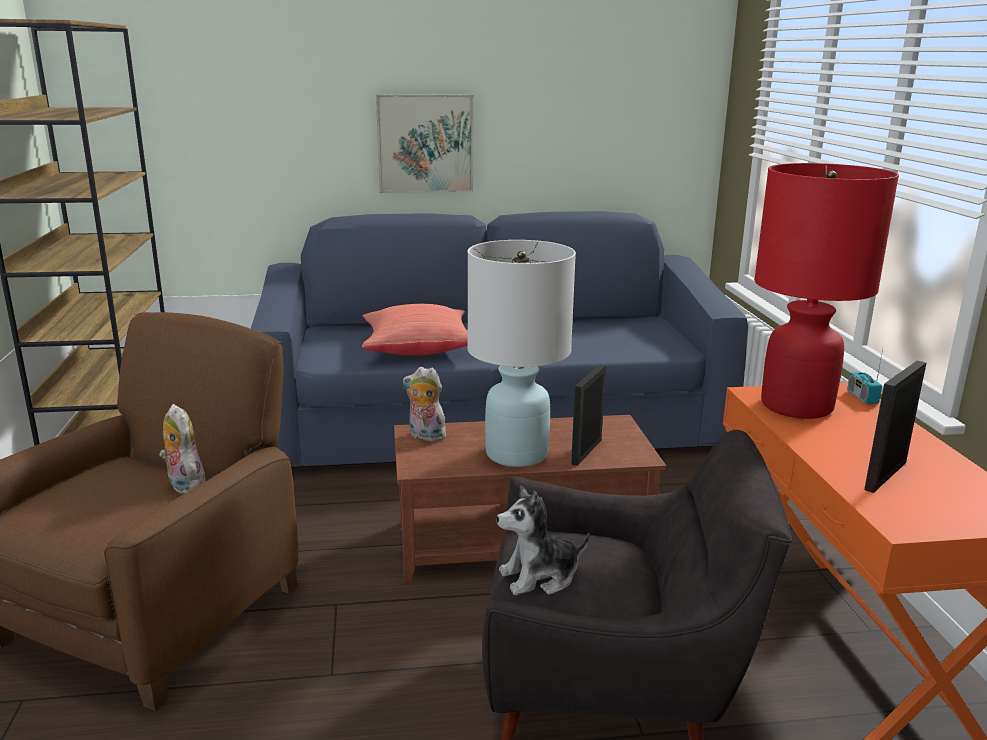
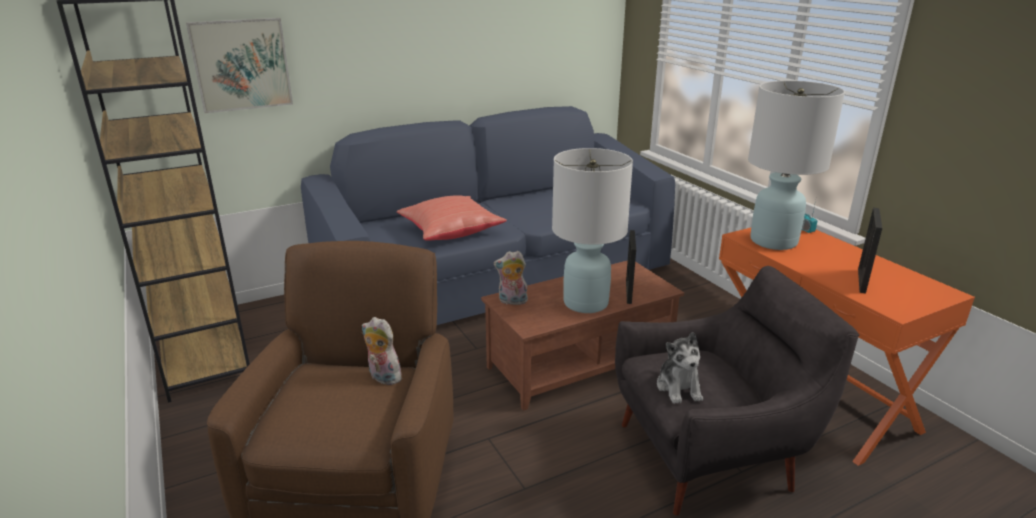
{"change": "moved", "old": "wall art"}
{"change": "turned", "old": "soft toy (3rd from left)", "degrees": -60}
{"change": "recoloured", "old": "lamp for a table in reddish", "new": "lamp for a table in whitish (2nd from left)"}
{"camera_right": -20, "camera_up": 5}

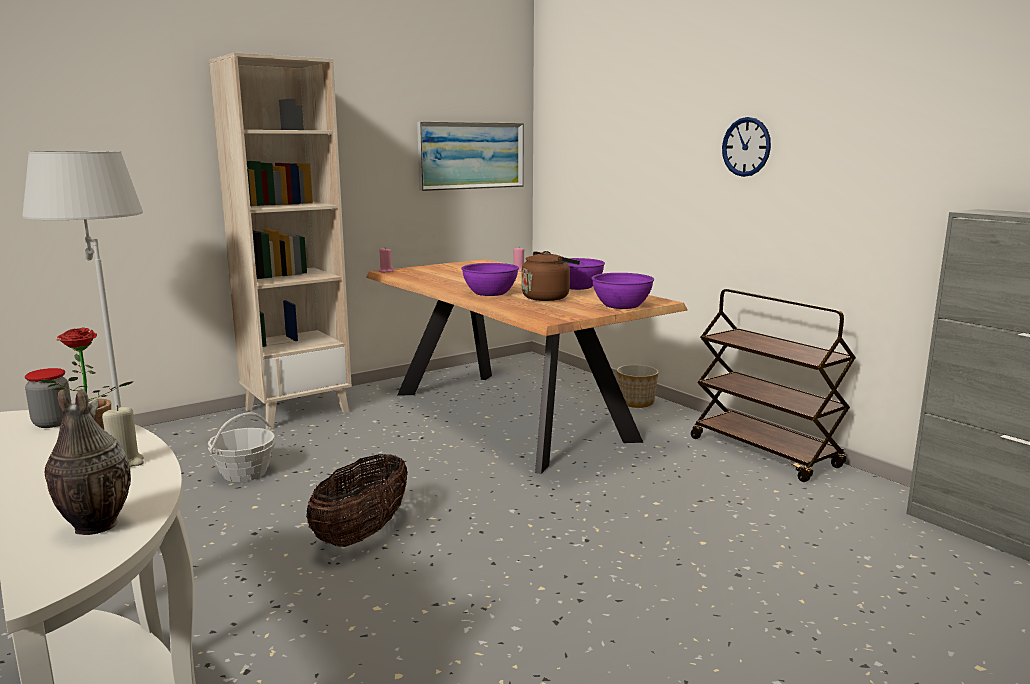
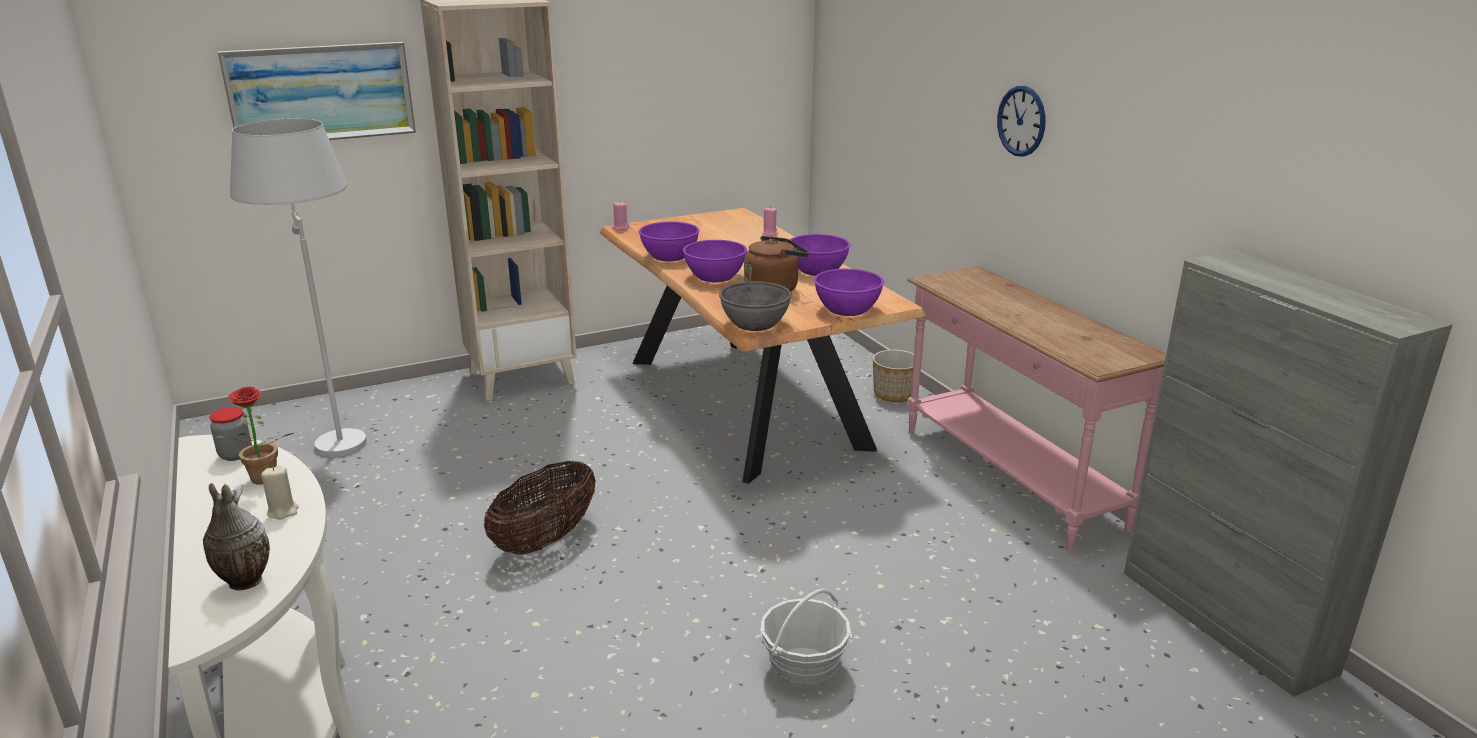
{"change": "moved", "old": "household basket (1st from left in the first image)", "new": "household basket (2nd from left)"}
{"change": "moved", "old": "wall art"}
{"change": "replaced", "old": "wheeled cart in brownish", "new": "console table in pinkish"}
{"change": "added", "new": "serving bowl in purple (1st from left)"}
{"change": "added", "new": "serving bowl in grey"}
{"camera_right": 10, "camera_up": 10}

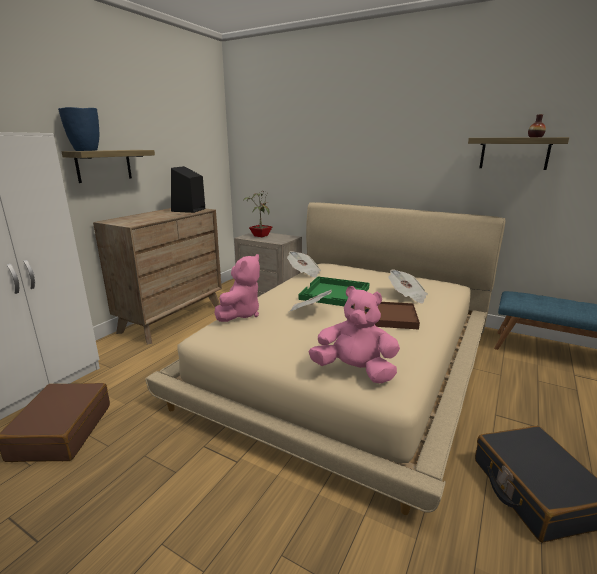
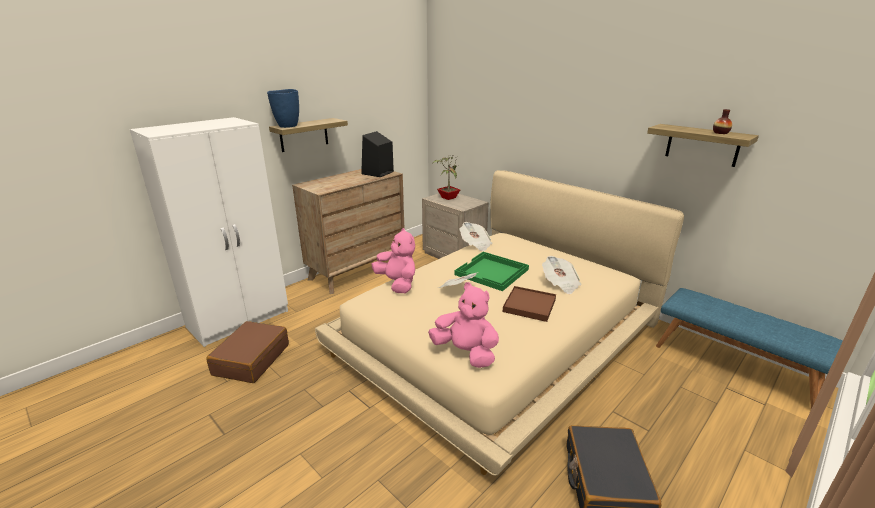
{"change": "turned", "old": "soft toy in pinkish (1st from left)", "degrees": -75}
{"camera_right": 15, "camera_up": 5}

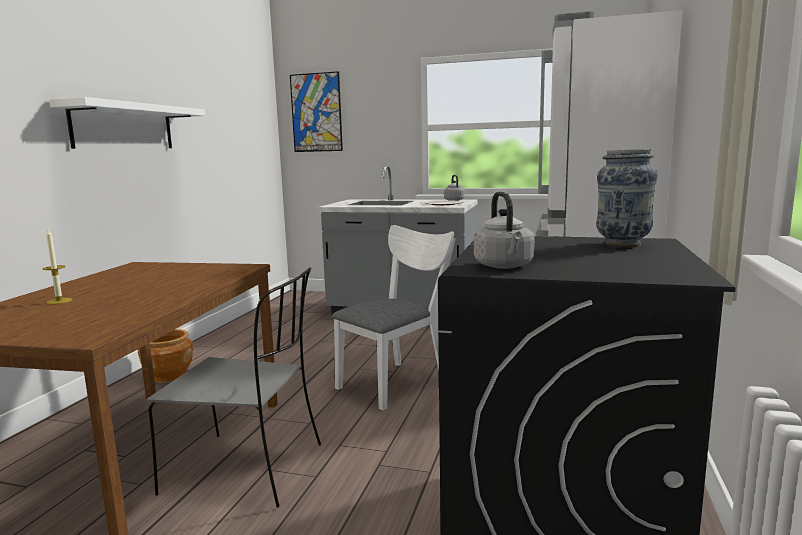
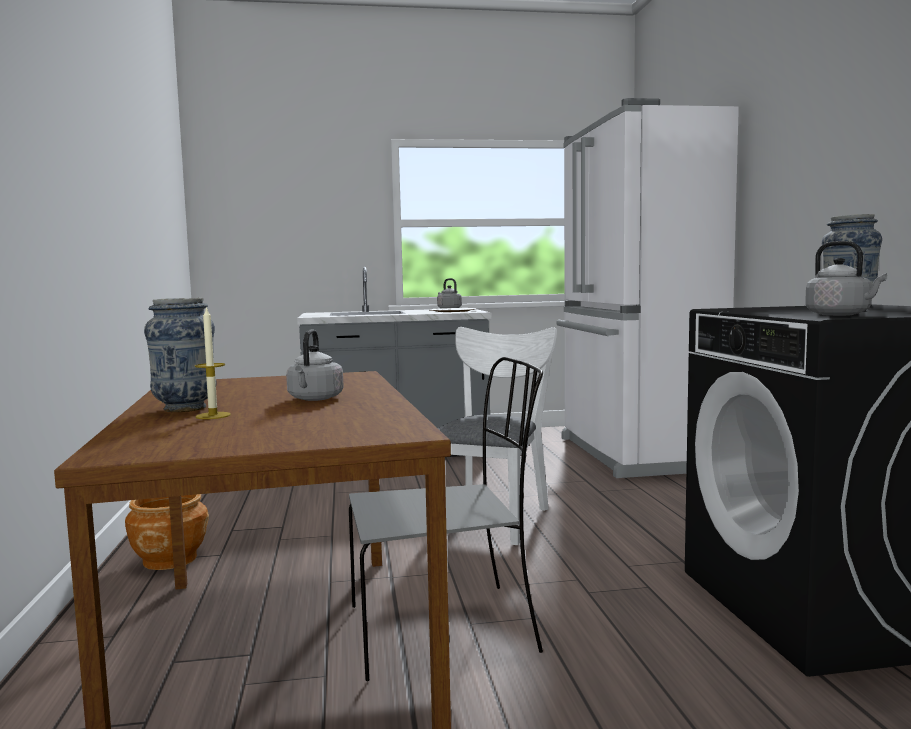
{"change": "removed", "old": "wall shelf in whitish"}
{"change": "removed", "old": "wall art"}
{"change": "added", "new": "flower vase (1st from left)"}
{"change": "added", "new": "tea kettle in grey (1st from left)"}
{"camera_right": -25, "camera_up": -5}

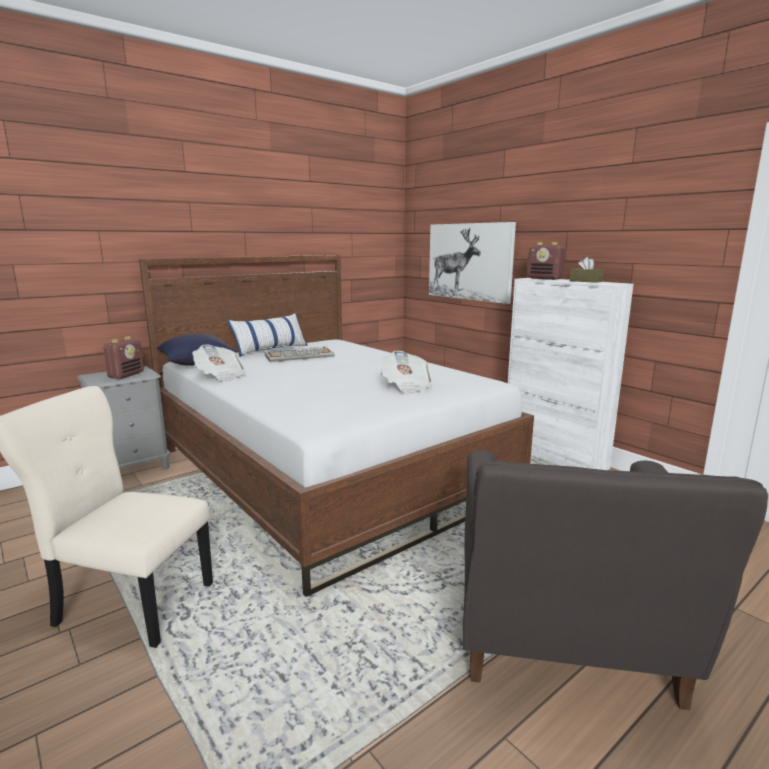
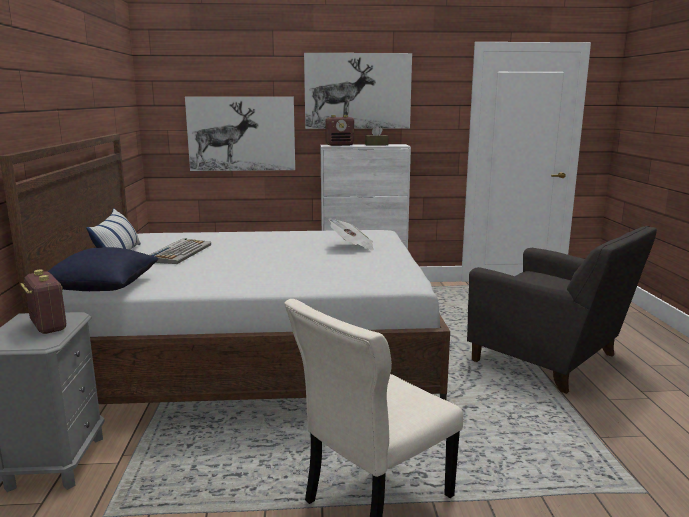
{"change": "removed", "old": "printed paper (1st from left)"}
{"change": "added", "new": "wall art (2nd from left)"}
{"camera_right": -55, "camera_up": 0}

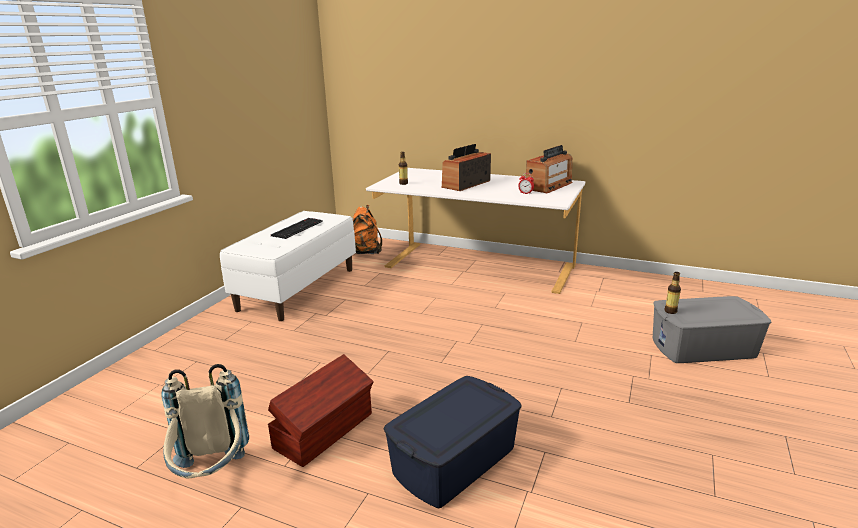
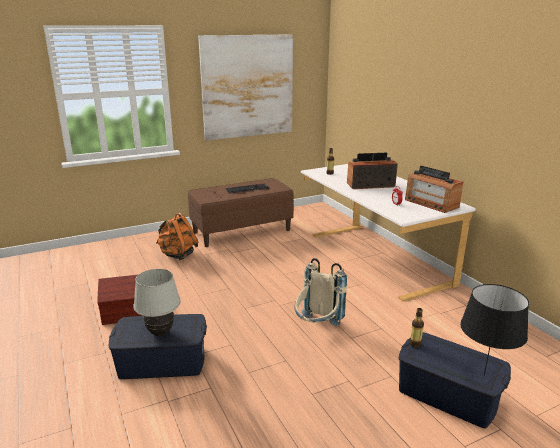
{"change": "moved", "old": "knapsack in beige-coloured"}
{"change": "recoloured", "old": "bench in whitish", "new": "bench in brownish"}
{"change": "moved", "old": "knapsack in orange-coloured"}
{"change": "turned", "old": "radio receiver (2nd from left)", "degrees": 60}
{"change": "recoloured", "old": "storage bin in grey", "new": "storage bin in blue (2nd from left)"}
{"change": "added", "new": "lamp for a table in whitish"}
{"change": "added", "new": "wall art"}
{"change": "added", "new": "lamp for a table in black"}
{"camera_right": 40, "camera_up": 0}

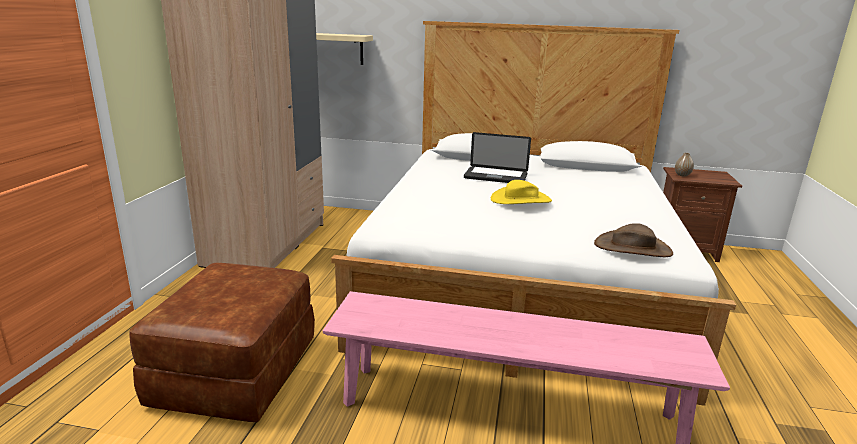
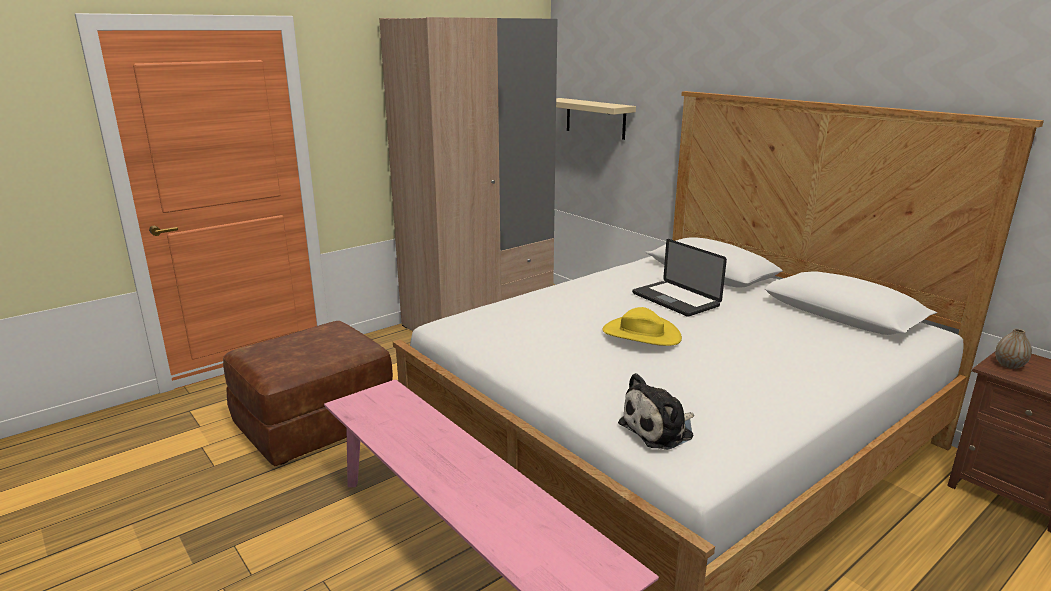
{"change": "replaced", "old": "wearable hat in brownish", "new": "soft toy"}
{"camera_right": 40, "camera_up": 0}

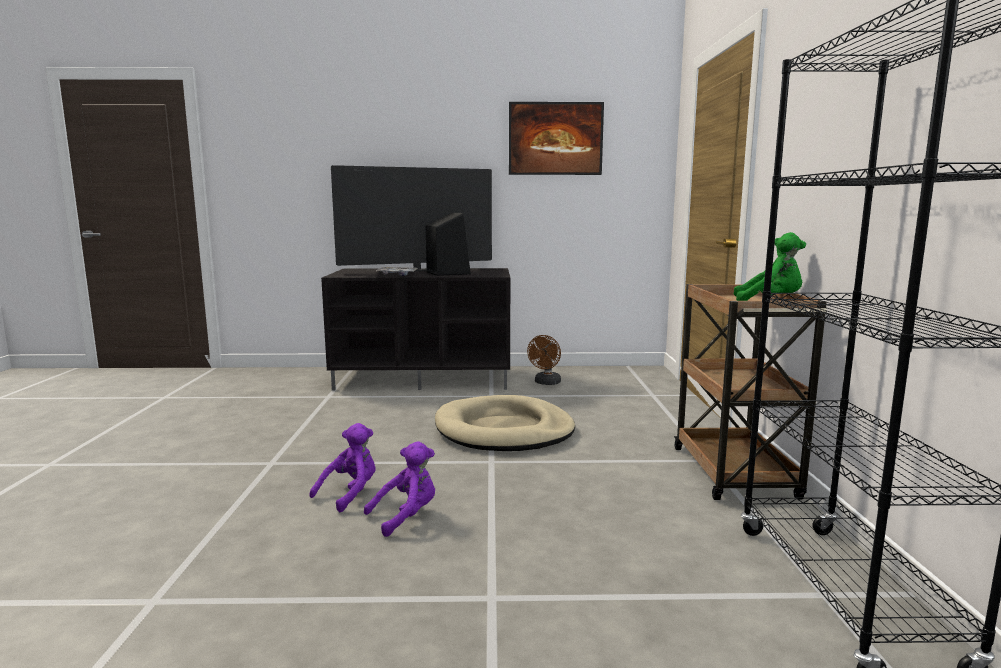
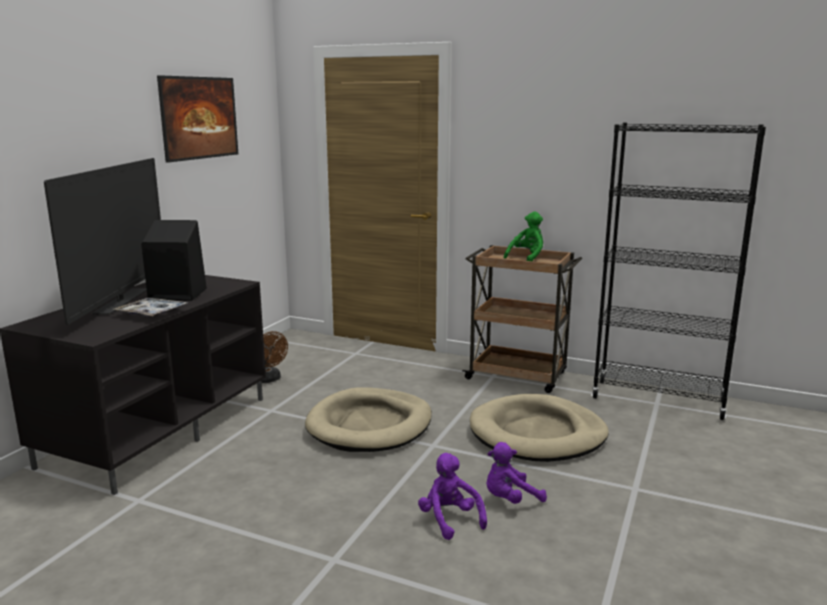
{"change": "turned", "old": "soft toy in purple (2nd from left)", "degrees": -105}
{"change": "added", "new": "dog cushion in beige-coloured (2nd from left)"}
{"camera_right": -65, "camera_up": 5}

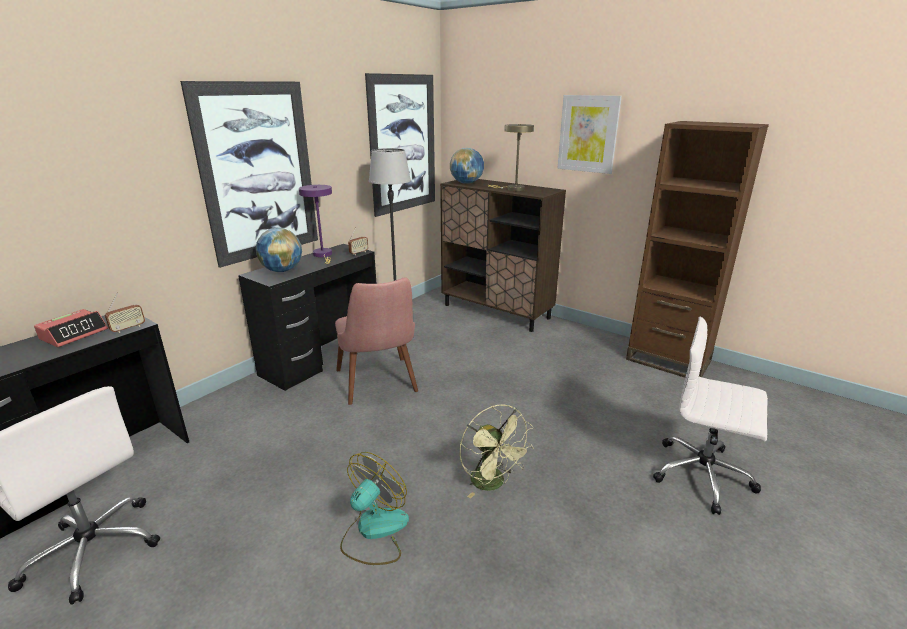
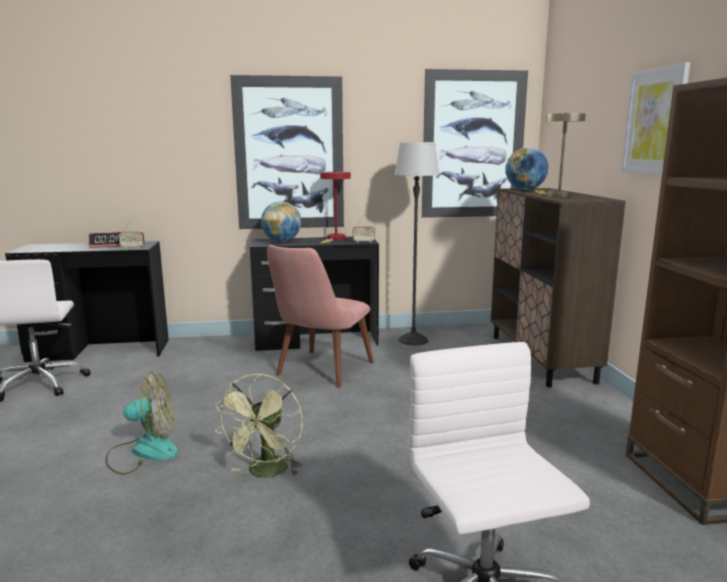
{"change": "recoloured", "old": "lamp for a table in purple", "new": "lamp for a table in reddish"}
{"camera_right": 45, "camera_up": -10}

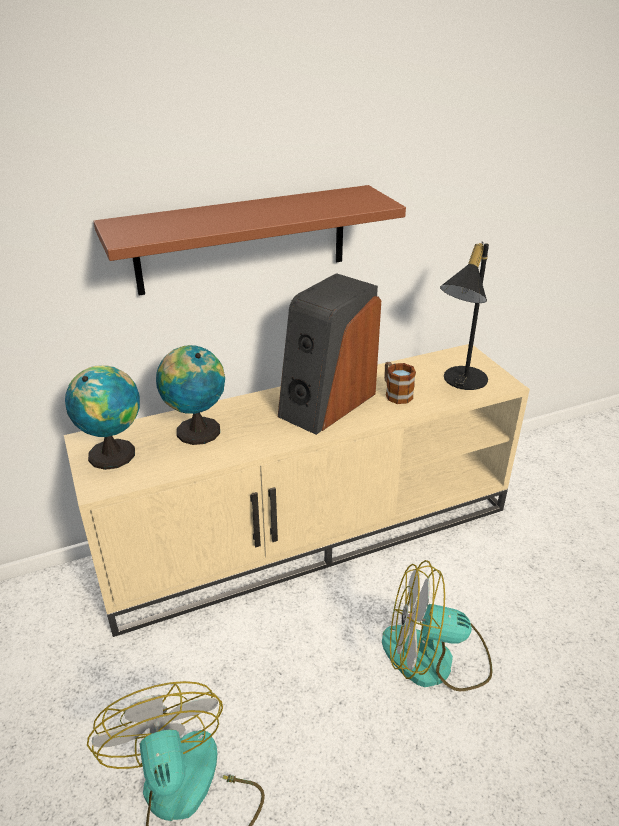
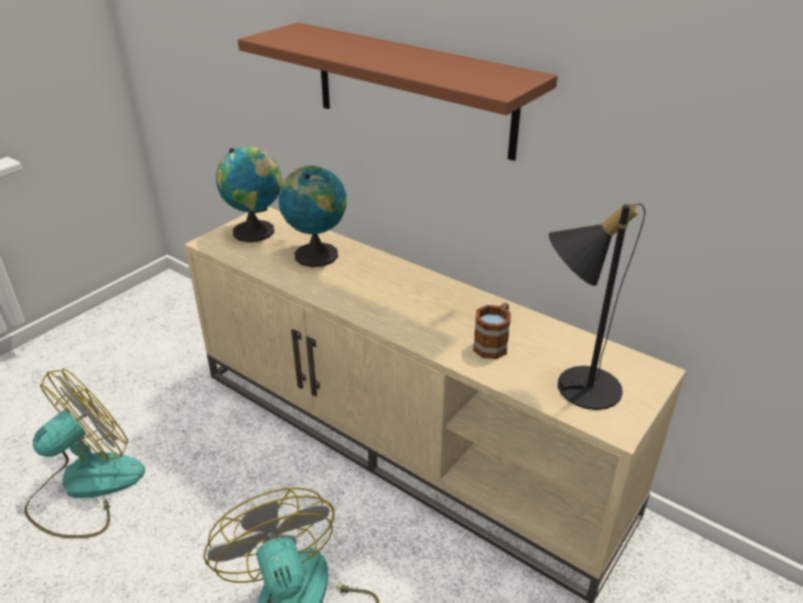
{"change": "removed", "old": "audio speaker"}
{"camera_right": 60, "camera_up": 0}

